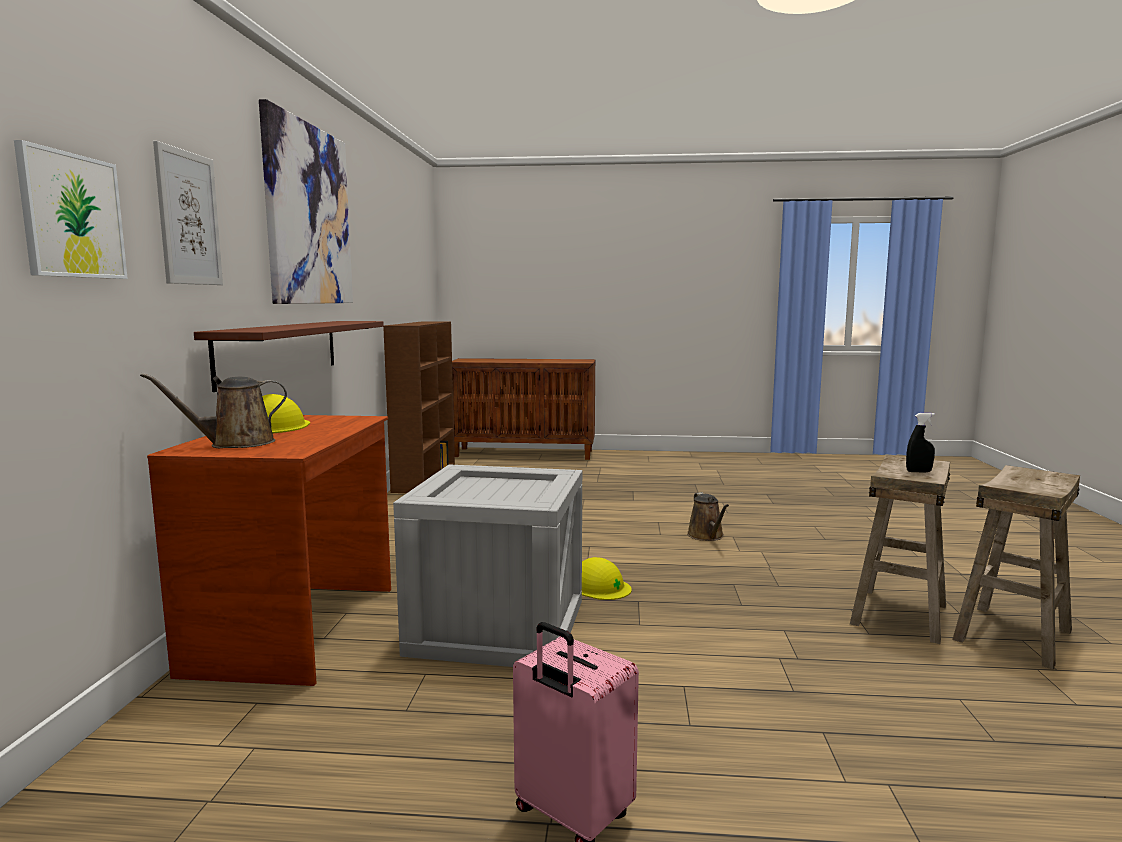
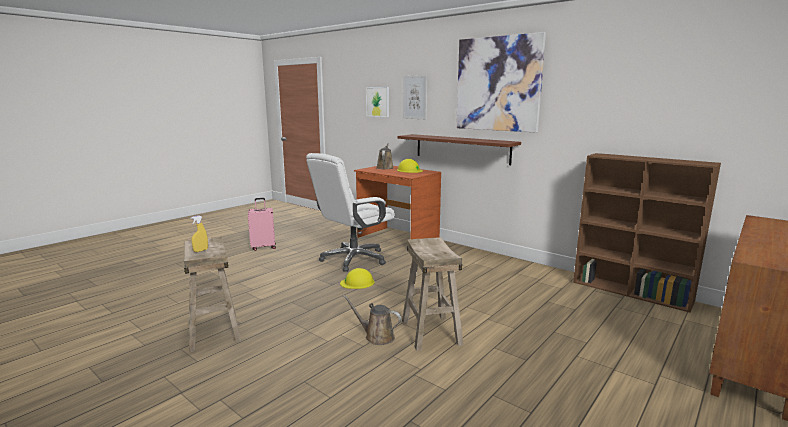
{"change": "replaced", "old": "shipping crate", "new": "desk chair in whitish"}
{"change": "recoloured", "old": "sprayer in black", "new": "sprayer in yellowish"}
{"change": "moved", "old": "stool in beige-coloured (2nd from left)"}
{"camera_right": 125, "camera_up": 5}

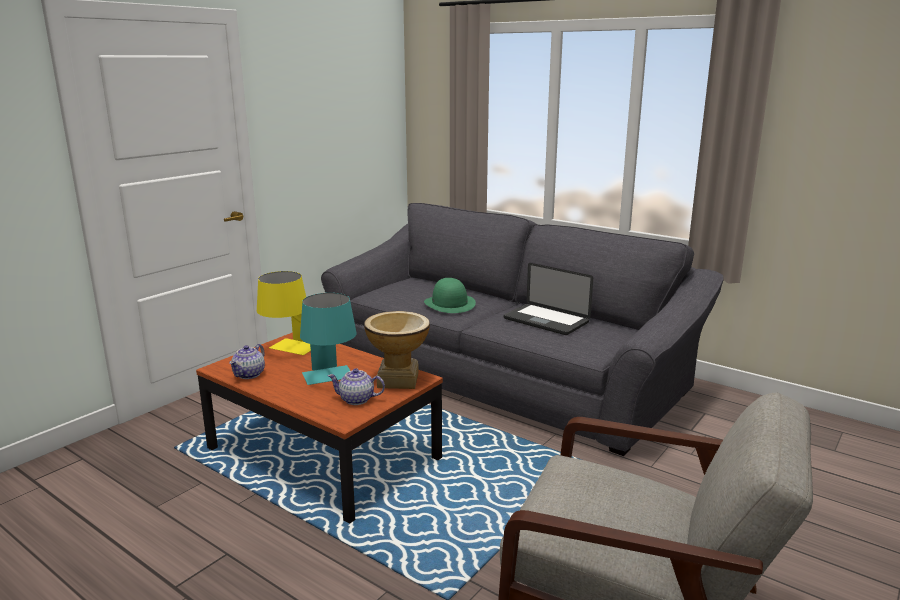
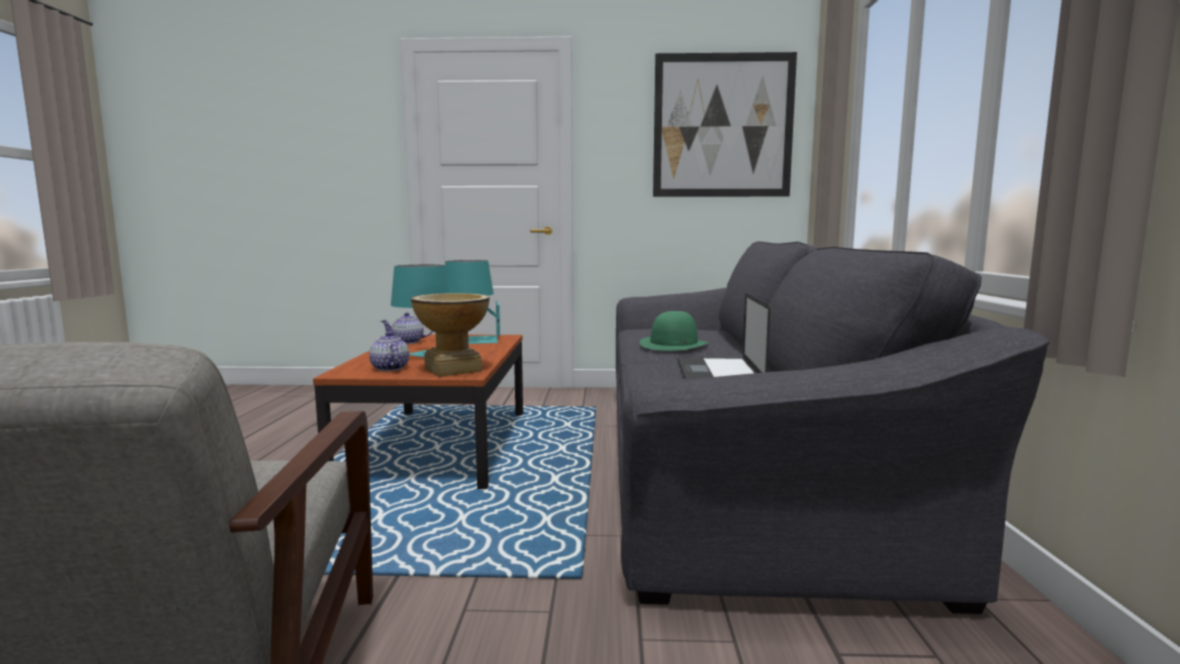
{"change": "recoloured", "old": "lamp for a table in yellowish", "new": "lamp for a table in blue-green (2nd from left)"}
{"change": "added", "new": "wall art"}
{"camera_right": 55, "camera_up": -10}

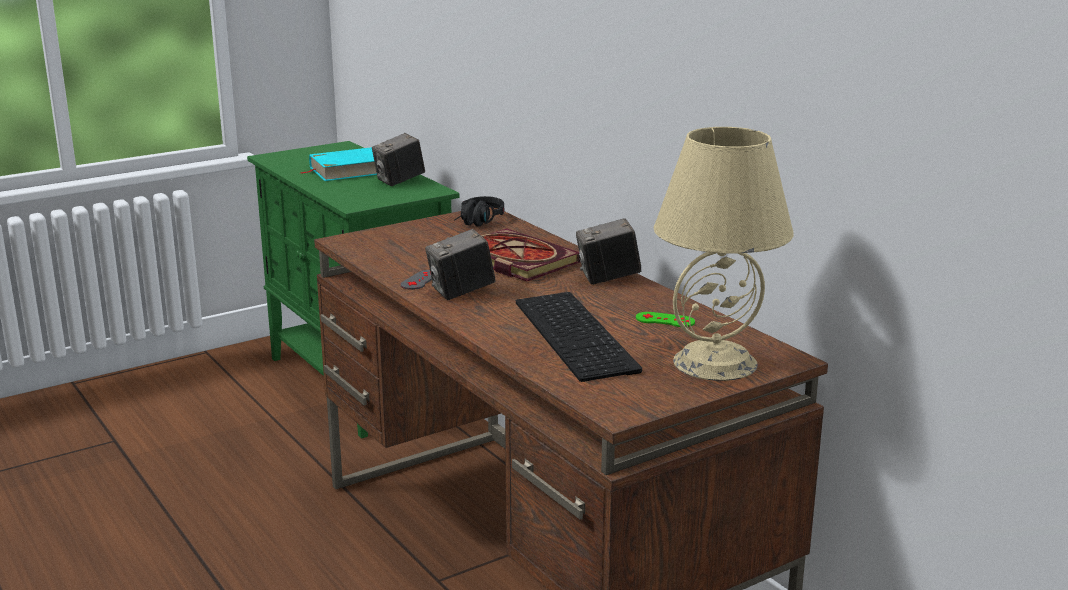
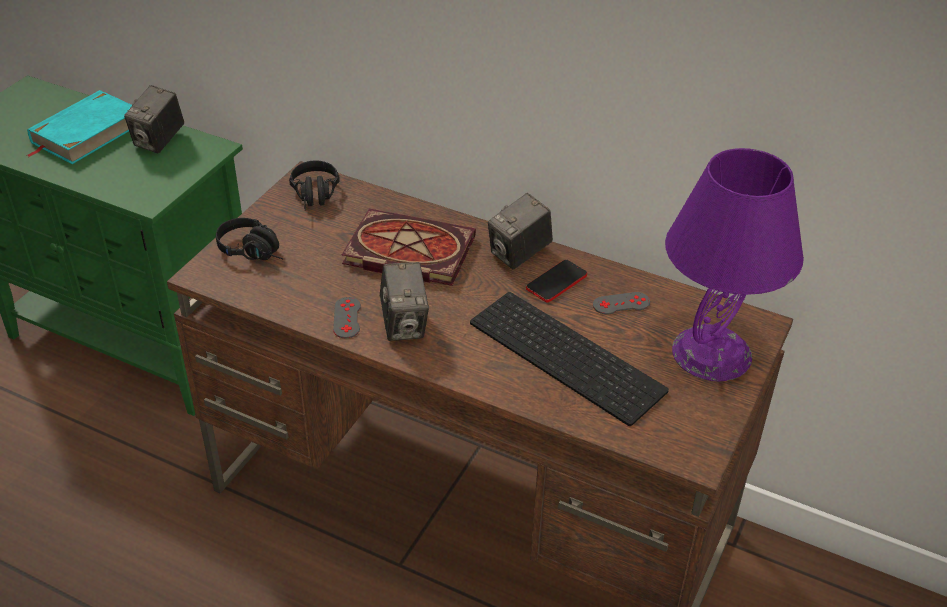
{"change": "turned", "old": "still camera (2nd from left)", "degrees": -45}
{"change": "recoloured", "old": "gamepad in green", "new": "gamepad in grey (2nd from left)"}
{"change": "recoloured", "old": "lamp for a table in beige-coloured", "new": "lamp for a table in purple"}
{"change": "added", "new": "pair of headphones in black (1st from left)"}
{"change": "added", "new": "telephone"}
{"camera_right": -30, "camera_up": 20}

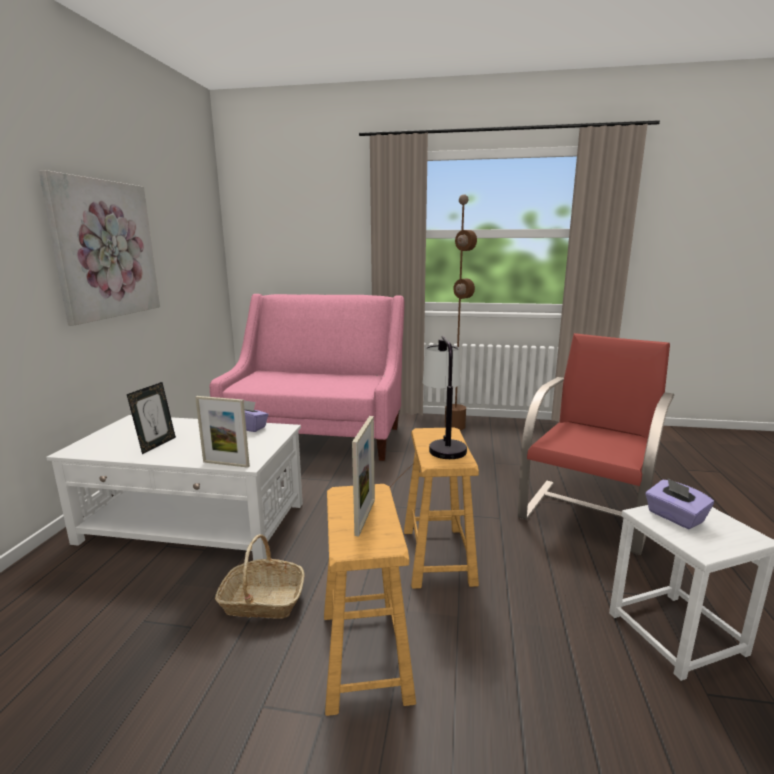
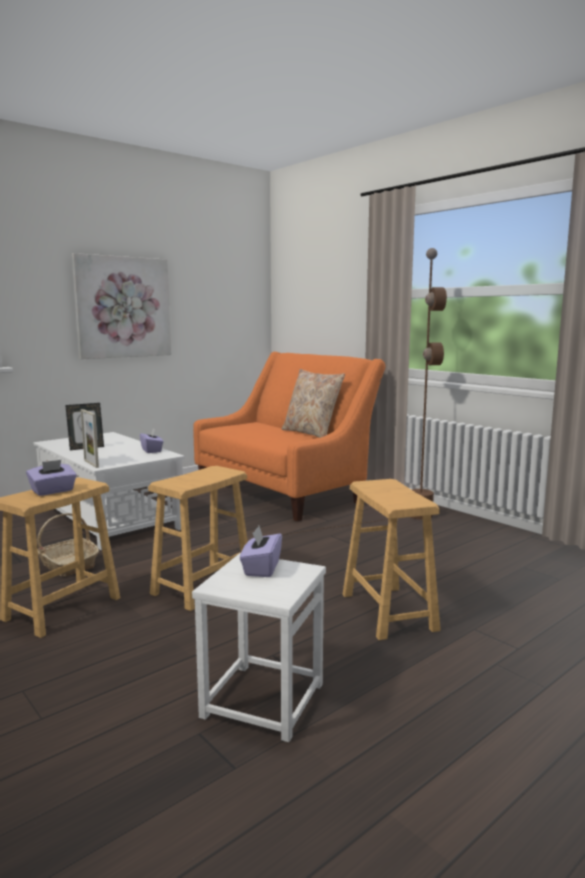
{"change": "recoloured", "old": "couch in pinkish", "new": "couch in orange-coloured"}
{"change": "replaced", "old": "standing frame (3rd from left)", "new": "tissue holder in purple (1st from left)"}
{"change": "removed", "old": "lamp for a table"}
{"change": "replaced", "old": "armchair in reddish", "new": "stool in brownish (3rd from left)"}
{"change": "added", "new": "pillow in beige-coloured"}
{"camera_right": 40, "camera_up": -5}

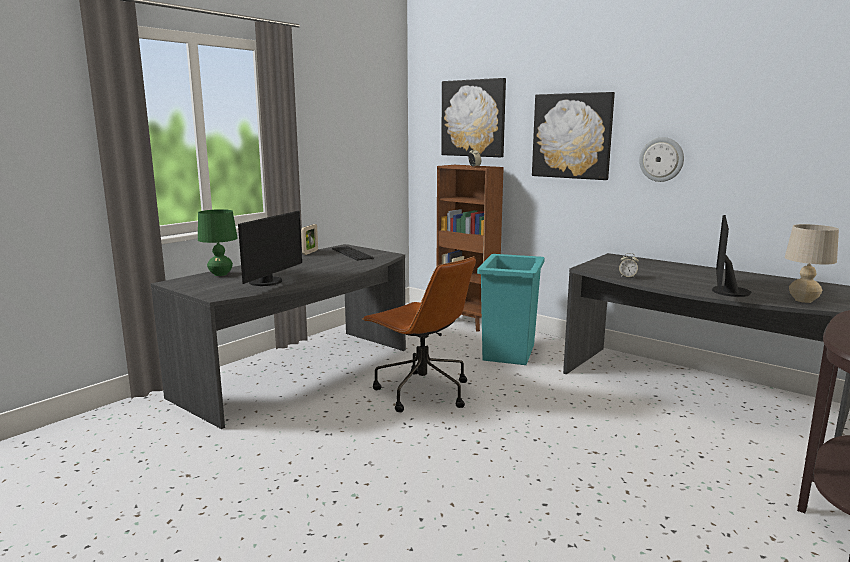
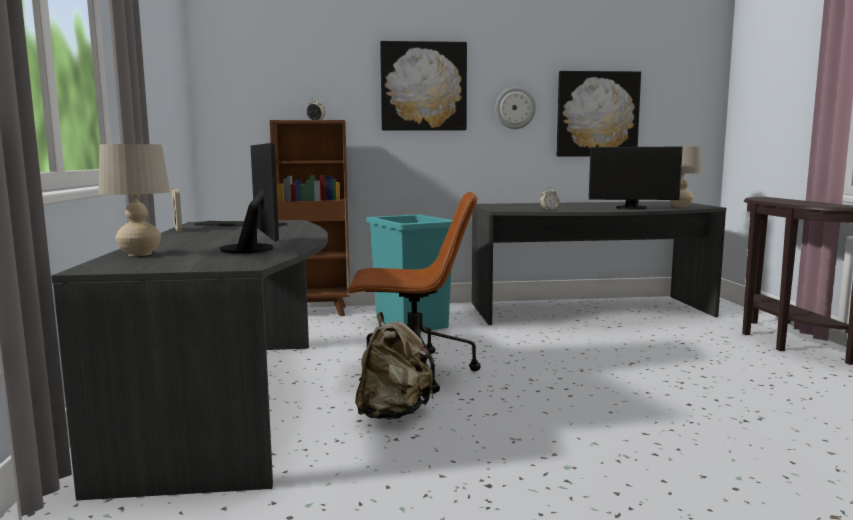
{"change": "recoloured", "old": "lamp for a table in green", "new": "lamp for a table in beige-coloured (1st from left)"}
{"change": "moved", "old": "wall art (1st from left in the first image)", "new": "wall art (2nd from left)"}
{"change": "turned", "old": "computer display (2nd from left)", "degrees": -60}
{"change": "added", "new": "knapsack in beige-coloured"}
{"camera_right": -45, "camera_up": -5}

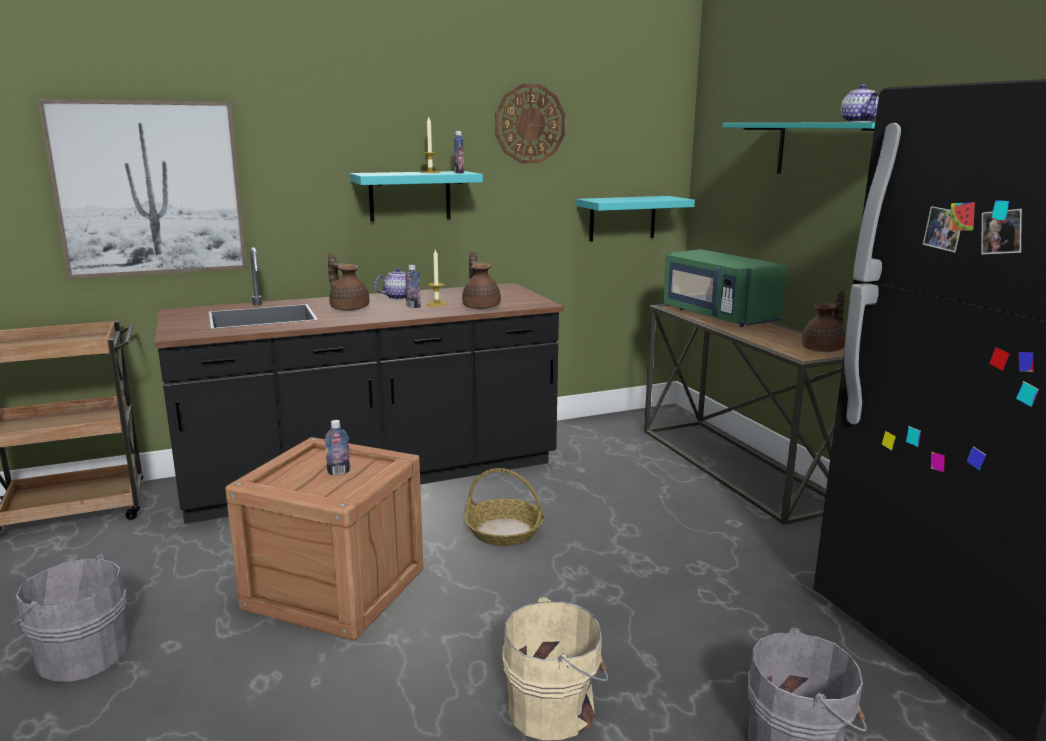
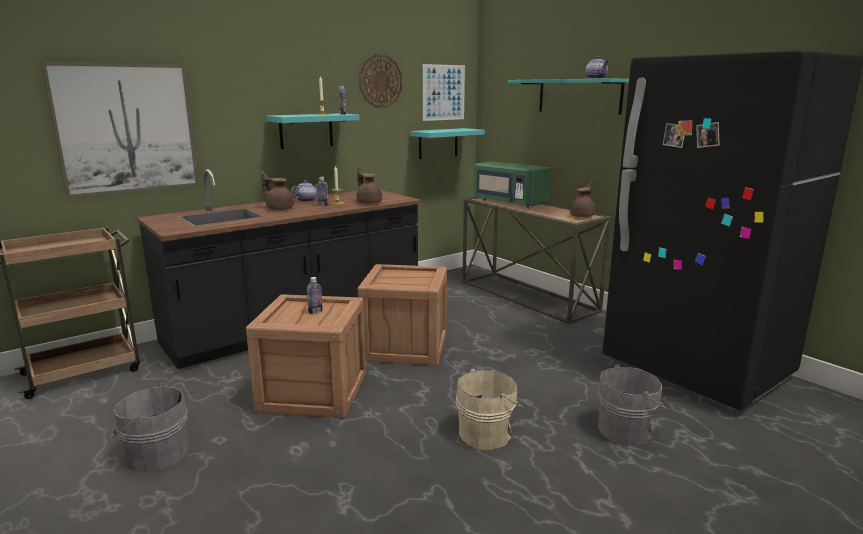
{"change": "replaced", "old": "household basket", "new": "shipping crate (2nd from left)"}
{"change": "added", "new": "wall art (2nd from left)"}
{"camera_right": -15, "camera_up": 0}

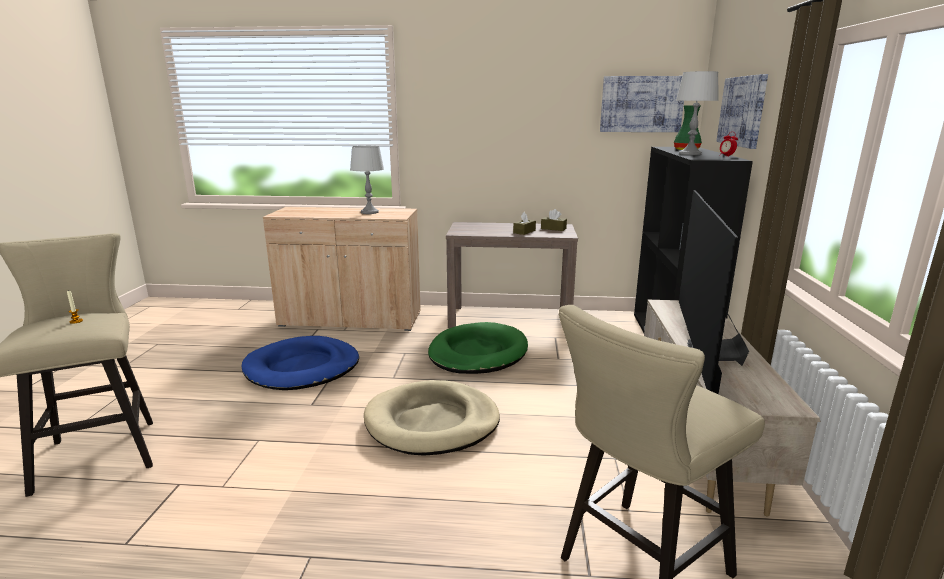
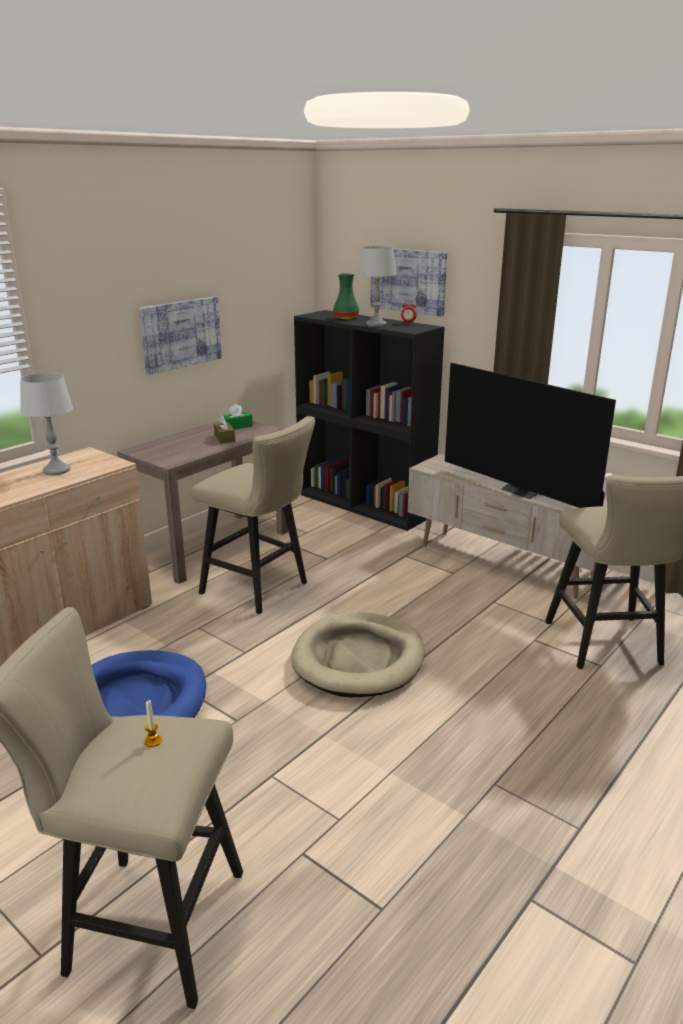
{"change": "replaced", "old": "dog cushion in green", "new": "stool in beige-coloured (2nd from left)"}
{"change": "recoloured", "old": "tissue holder in brownish (2nd from left)", "new": "tissue holder in green"}
{"change": "moved", "old": "wall art (1st from left)"}
{"camera_right": -55, "camera_up": 5}

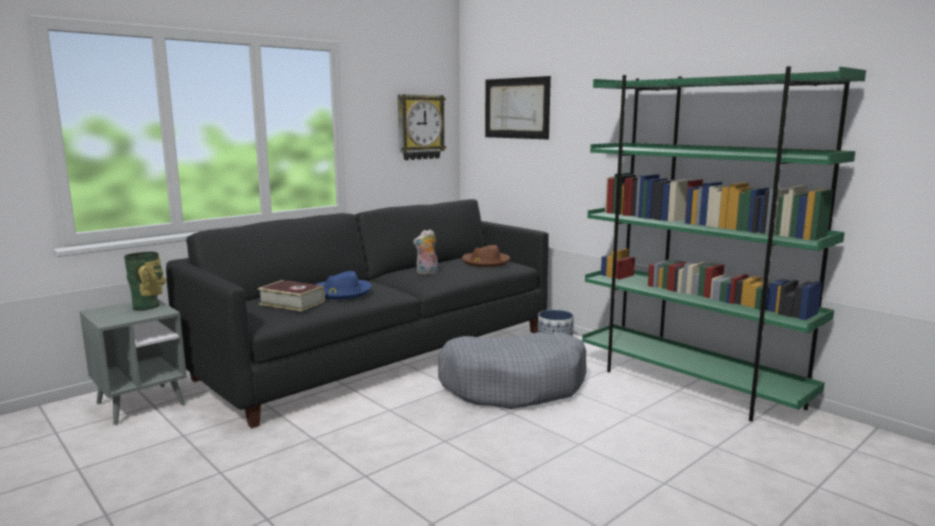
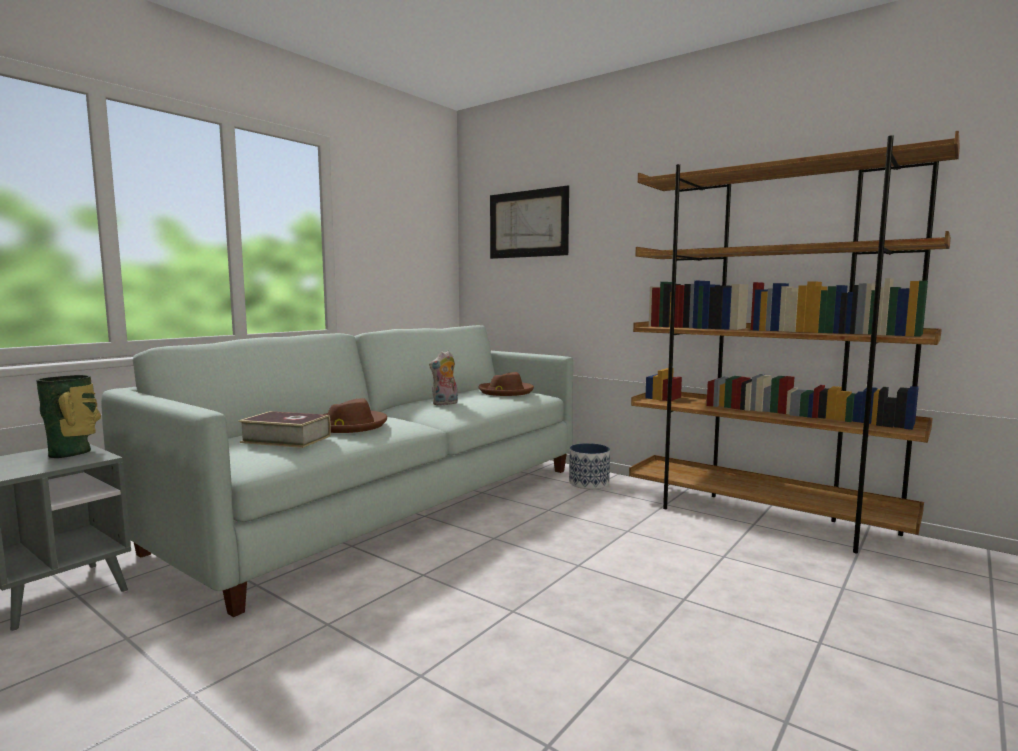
{"change": "recoloured", "old": "couch in black", "new": "couch in whitish"}
{"change": "recoloured", "old": "wearable hat in blue", "new": "wearable hat in brownish (1st from left)"}
{"change": "removed", "old": "hanging clock"}
{"change": "removed", "old": "dog cushion in grey"}
{"change": "recoloured", "old": "shelving unit in green", "new": "shelving unit in brownish"}
{"camera_right": -10, "camera_up": -5}

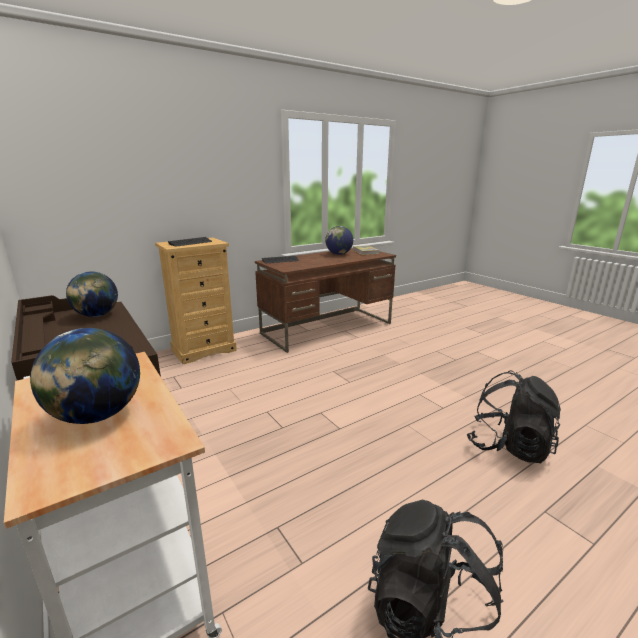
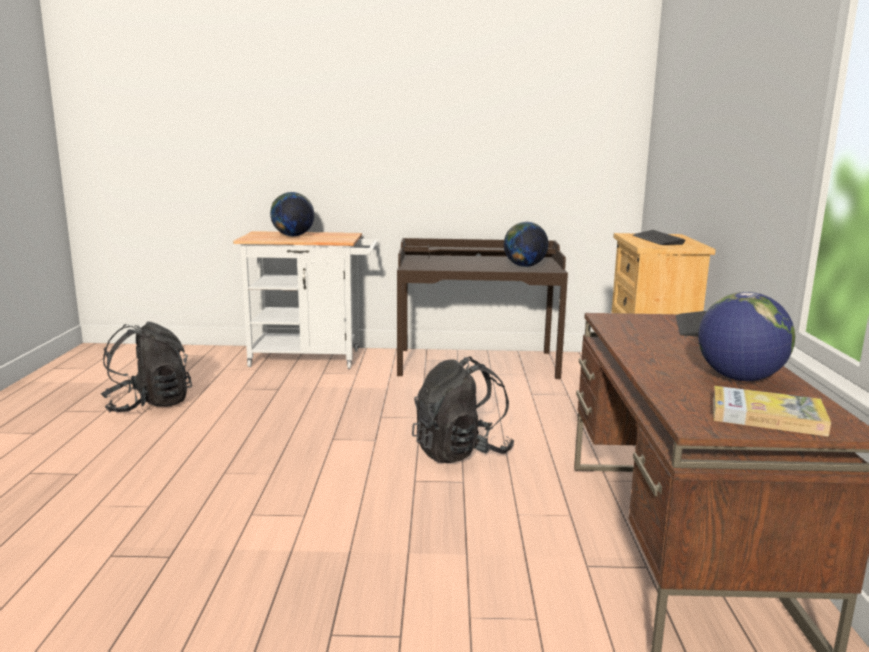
{"change": "moved", "old": "knapsack in black (2nd from left)"}
{"camera_right": 125, "camera_up": -5}

